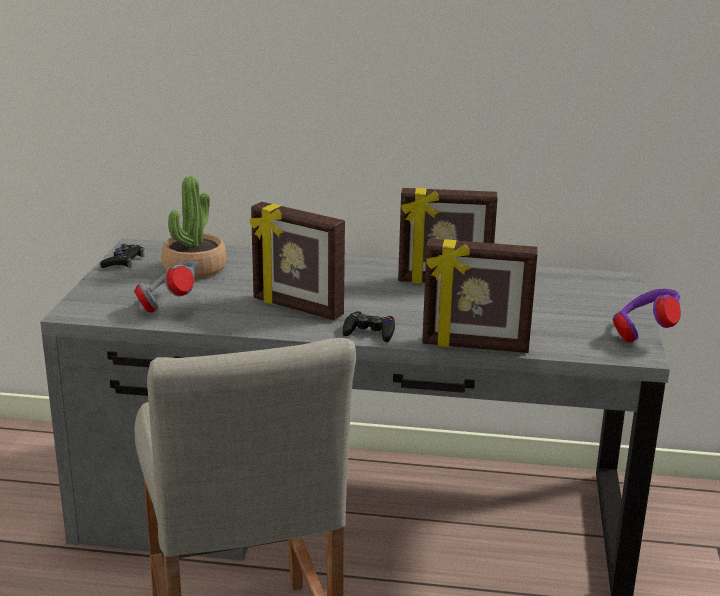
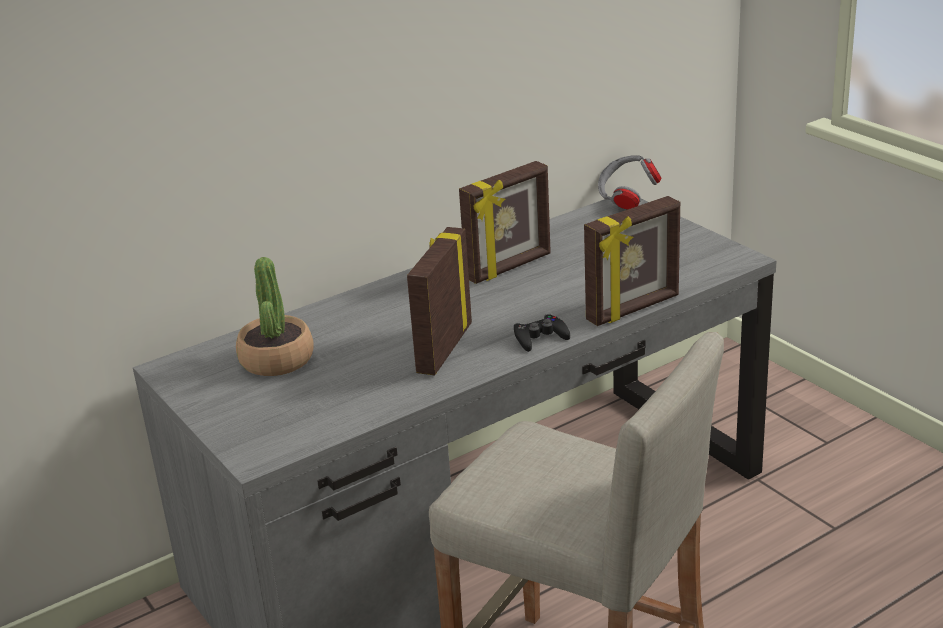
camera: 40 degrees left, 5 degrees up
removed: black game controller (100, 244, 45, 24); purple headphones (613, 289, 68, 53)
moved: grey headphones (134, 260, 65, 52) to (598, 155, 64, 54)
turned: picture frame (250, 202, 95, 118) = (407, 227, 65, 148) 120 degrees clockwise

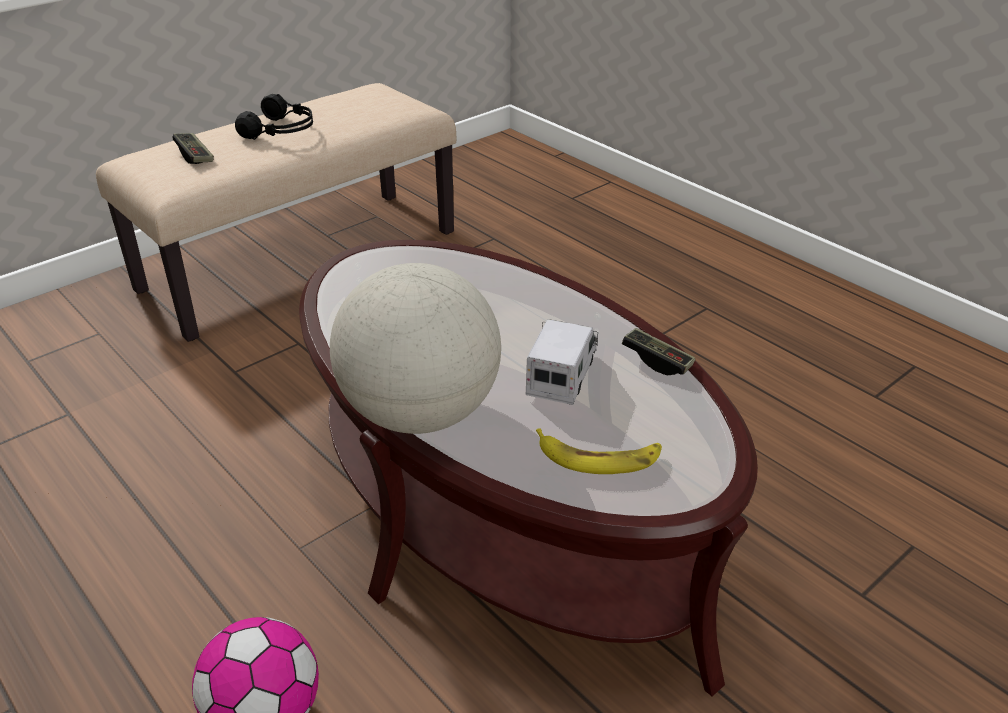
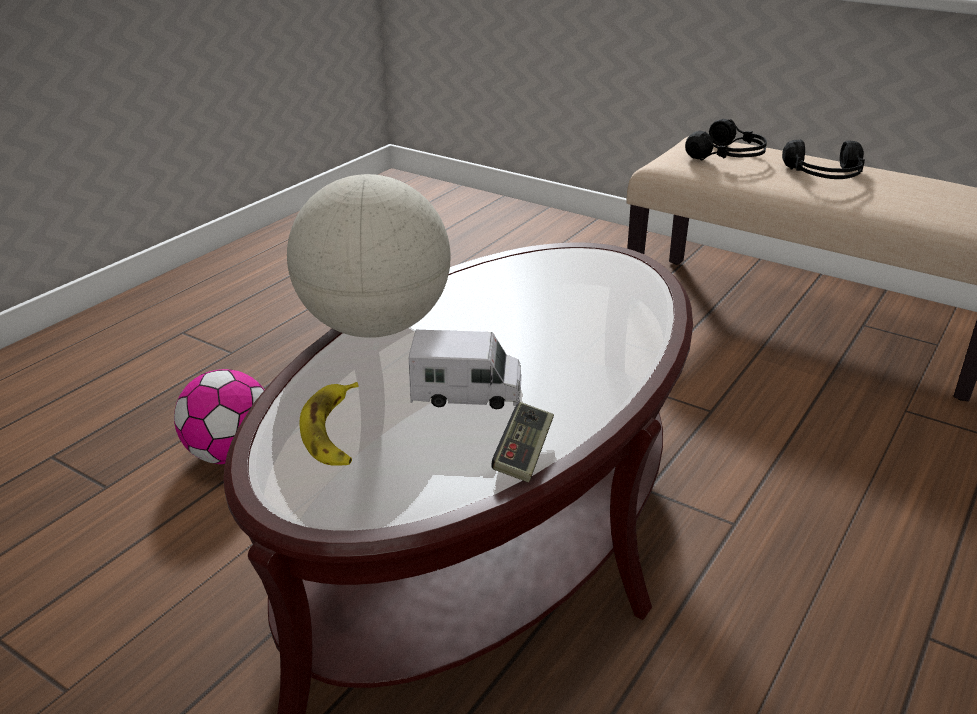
camera: 75 degrees right, 5 degrees down
replaced: game controller (173, 133, 41, 31) to black headphones (685, 119, 82, 42)

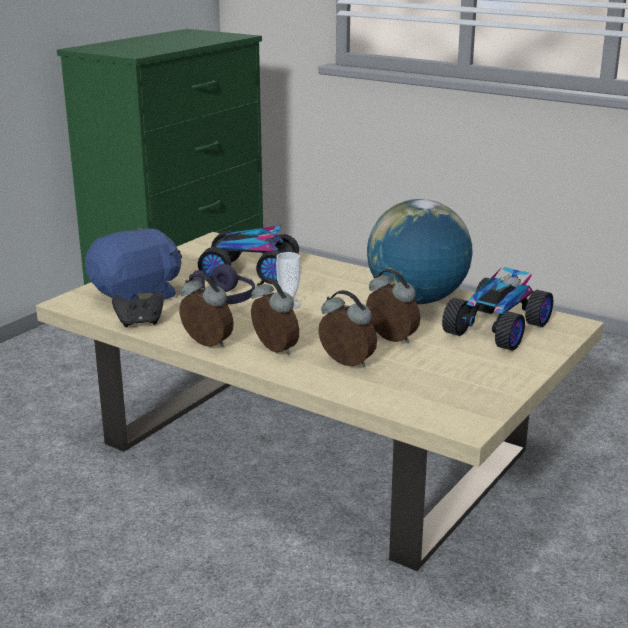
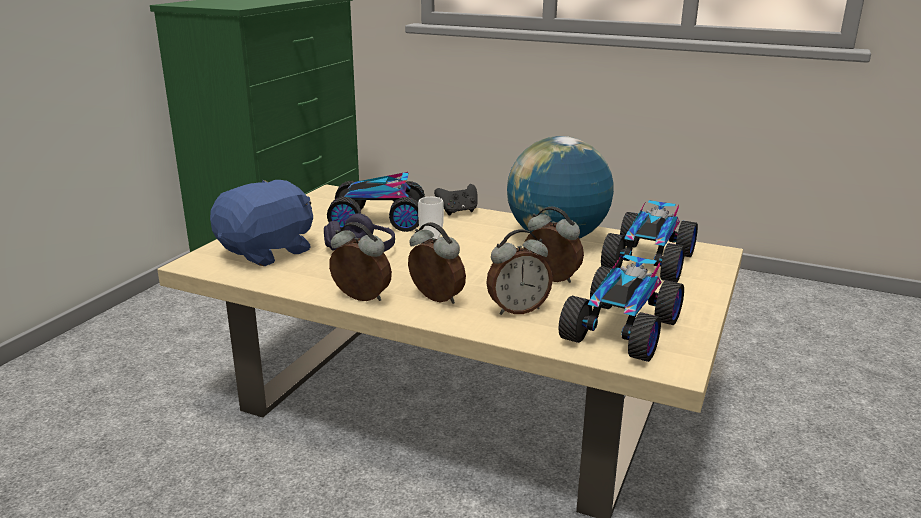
camera: 10 degrees left, 0 degrees up
added: toy car (559, 253, 125, 109)
moved: black game controller (112, 291, 52, 36) to (434, 184, 44, 31)
turned: alarm clock (318, 290, 59, 77) = (486, 229, 67, 86) 135 degrees clockwise

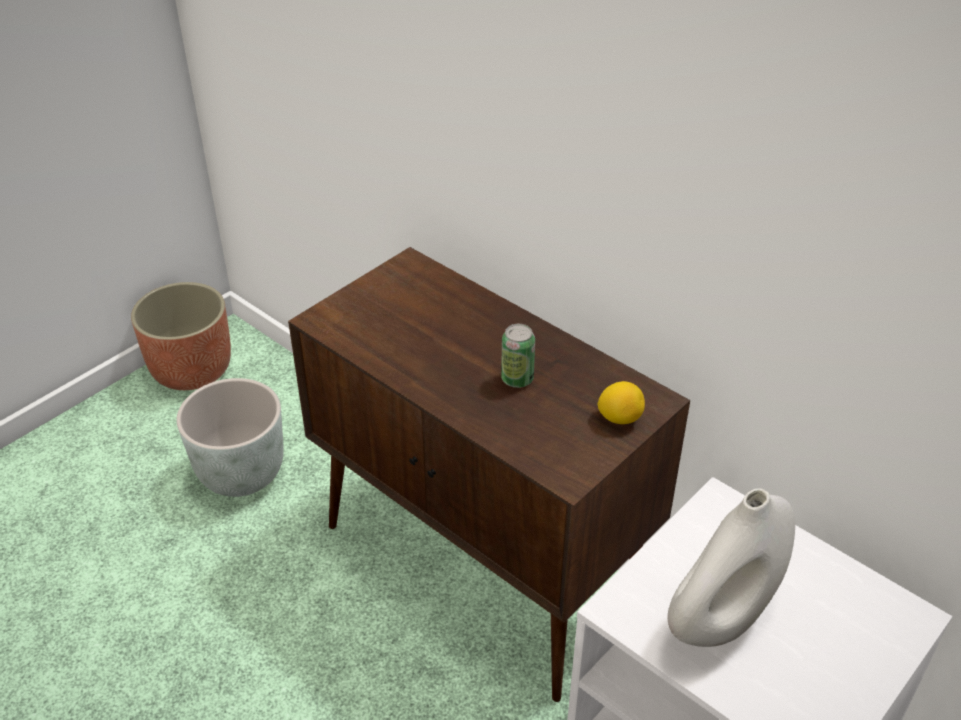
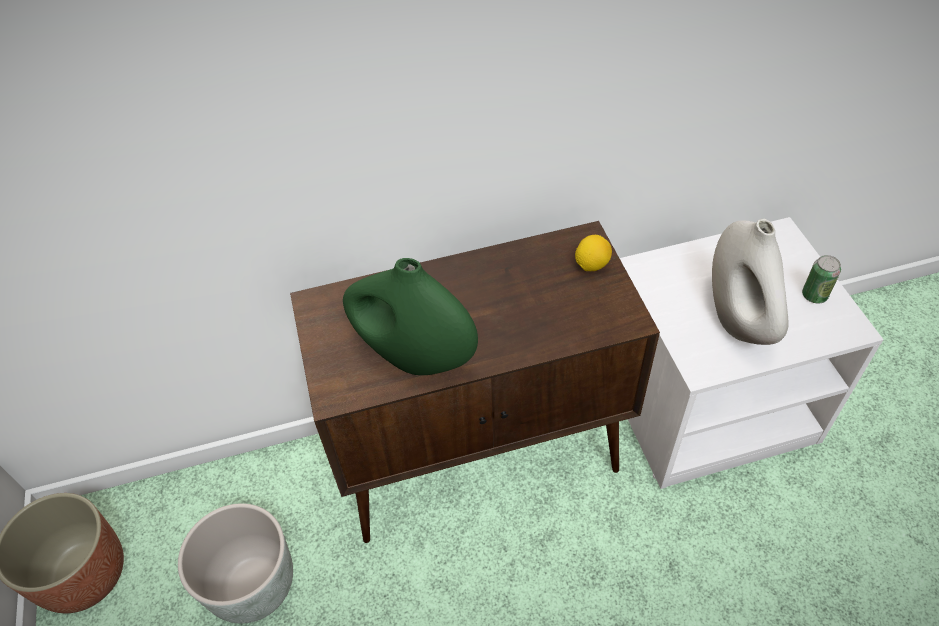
camera: 55 degrees left, 10 degrees up
added: green vase (343, 258, 135, 117)
moved: can (501, 324, 34, 64) to (802, 255, 39, 49)

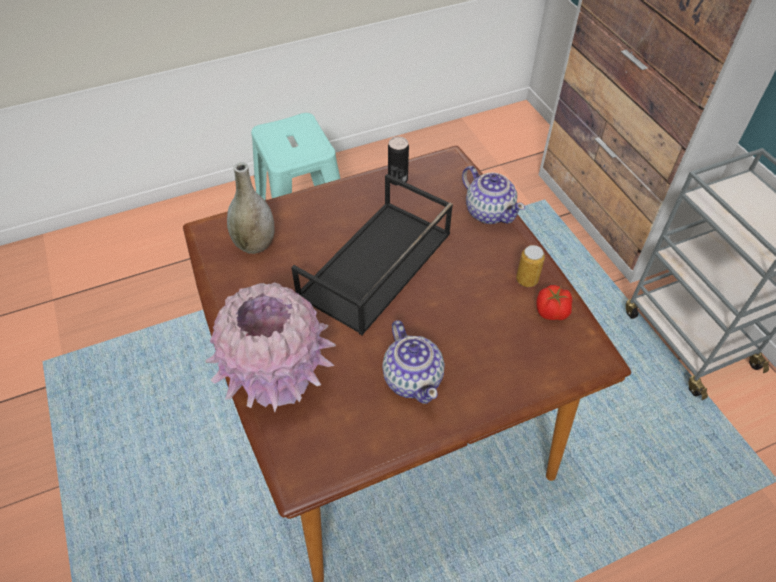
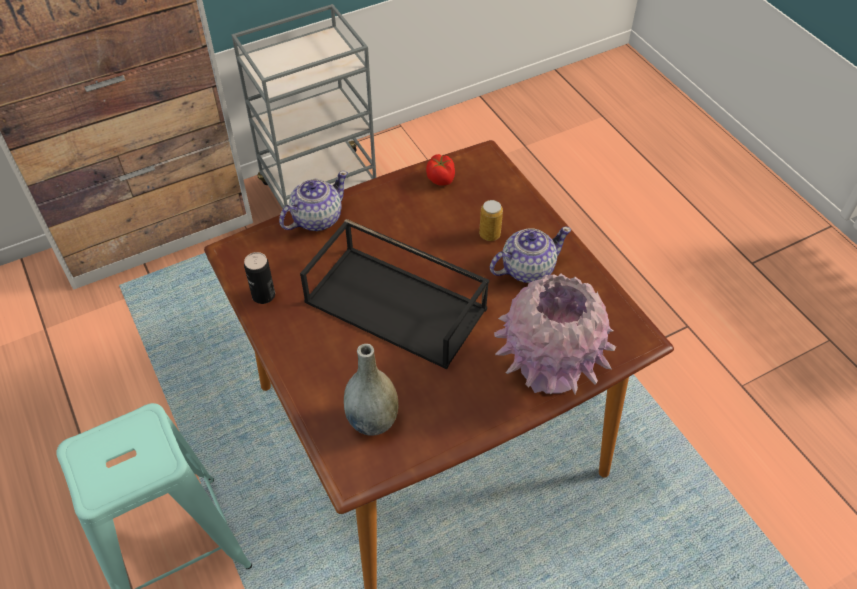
camera: 95 degrees left, 0 degrees up
moved: can (516, 245, 29, 42) to (479, 200, 24, 41)

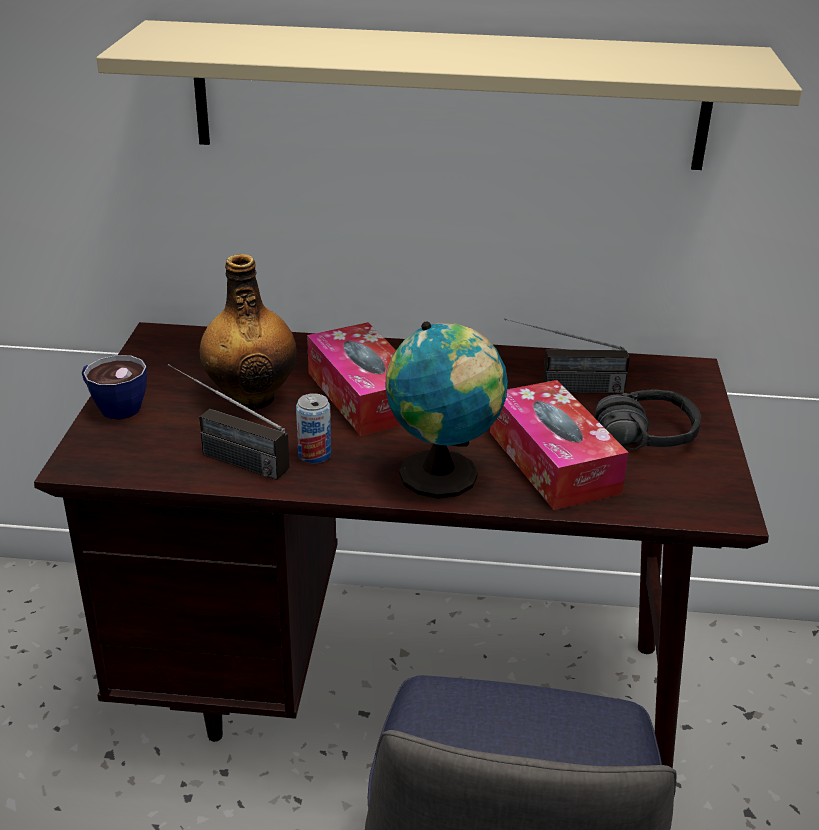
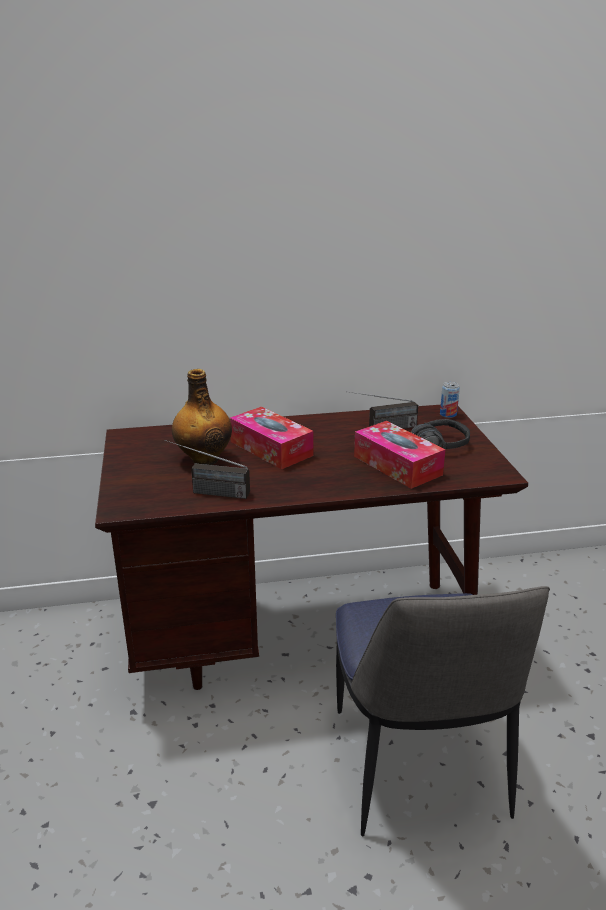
camera: 15 degrees left, 5 degrees down
removed: cup (82, 355, 65, 64); beige shelf (96, 20, 706, 150); globe (385, 321, 123, 178)
moved: can (296, 393, 35, 70) to (440, 382, 20, 36)

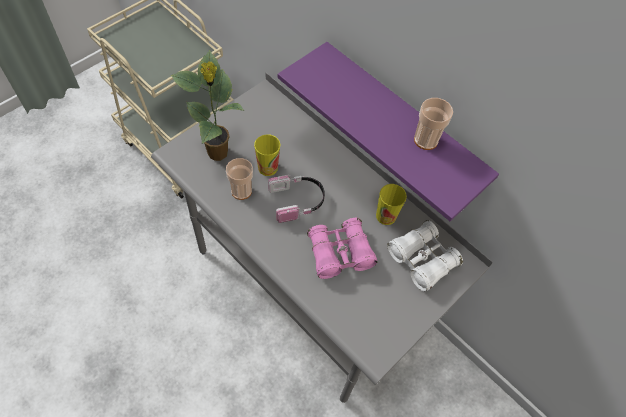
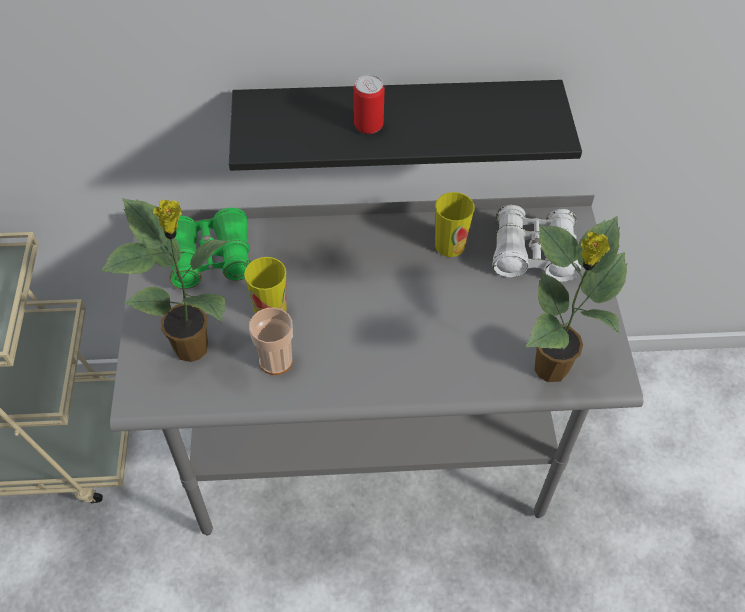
camera: 45 degrees left, 5 degrees down
removed: headphones (268, 175, 57, 48); pink binoculars (307, 218, 71, 61); cup (414, 98, 39, 52)
added: green binoculars (169, 208, 82, 81); can (354, 75, 30, 59); potted plant (525, 216, 102, 166)
recoloured: purple shelf (278, 42, 221, 179) to black shelf (229, 80, 353, 91)

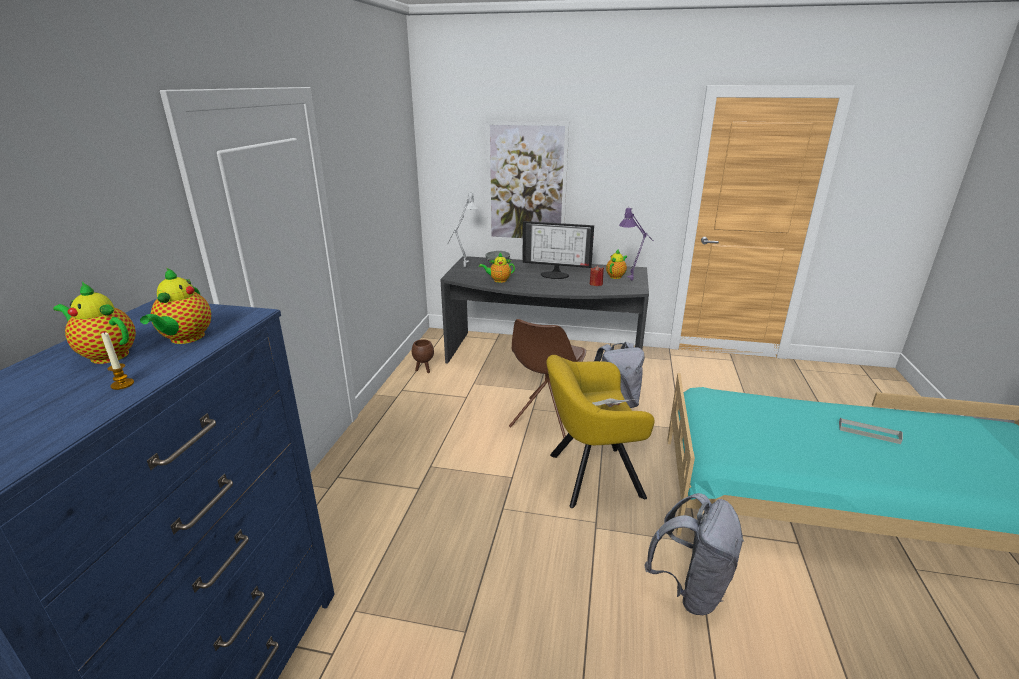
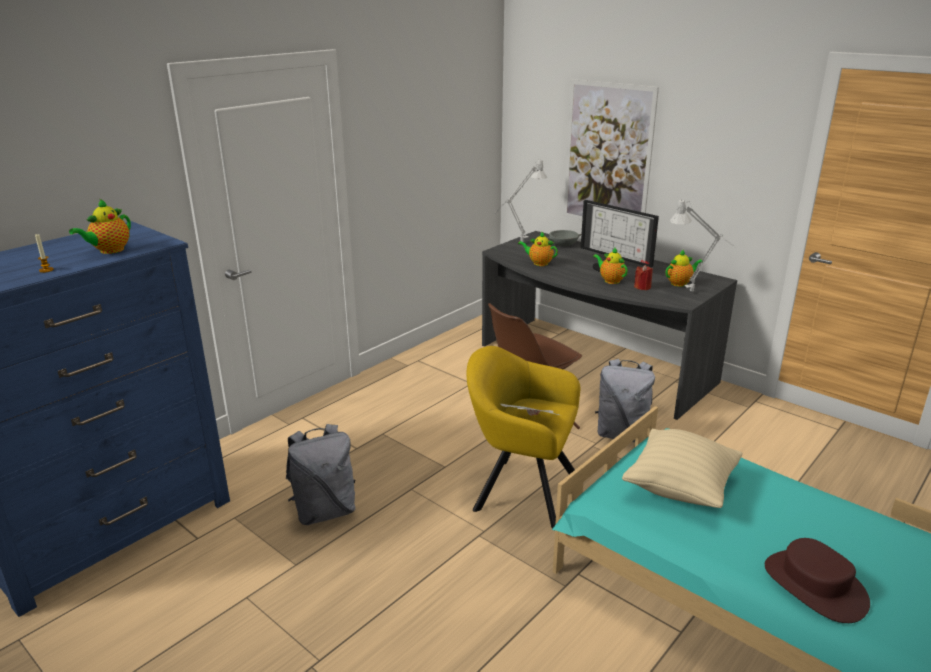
camera: 30 degrees right, 0 degrees up
removed: brown planter (412, 339, 22, 34); grey tray (839, 418, 64, 26)
added: beige pillow (622, 429, 121, 79); brown hat (765, 538, 105, 85)
moved: grey backpack (644, 493, 100, 122) to (286, 424, 70, 101); teapot (53, 282, 83, 82) to (593, 247, 35, 37)
recoloured: purple table lamp (619, 207, 35, 73) to grey table lamp (670, 200, 66, 91)

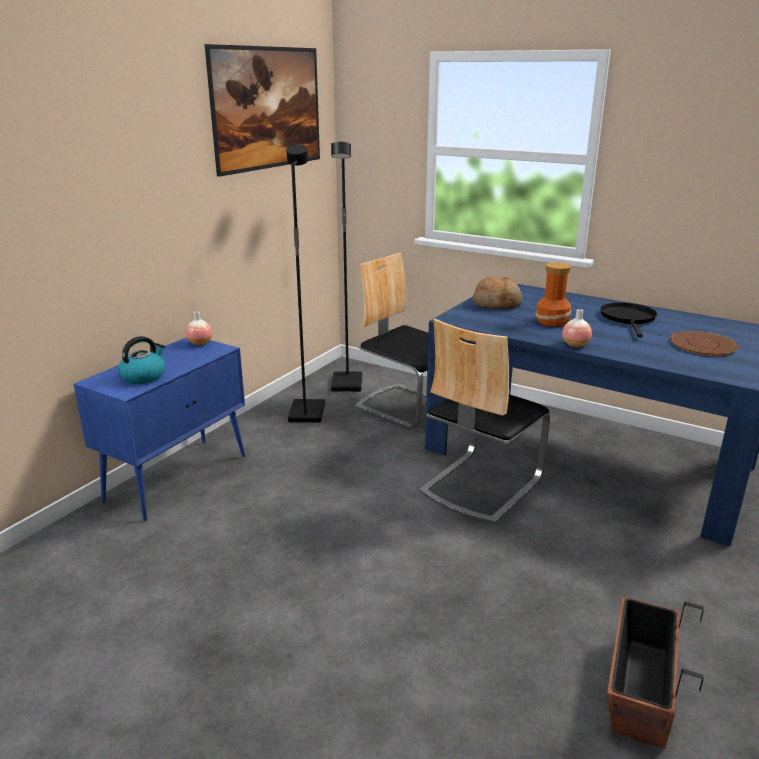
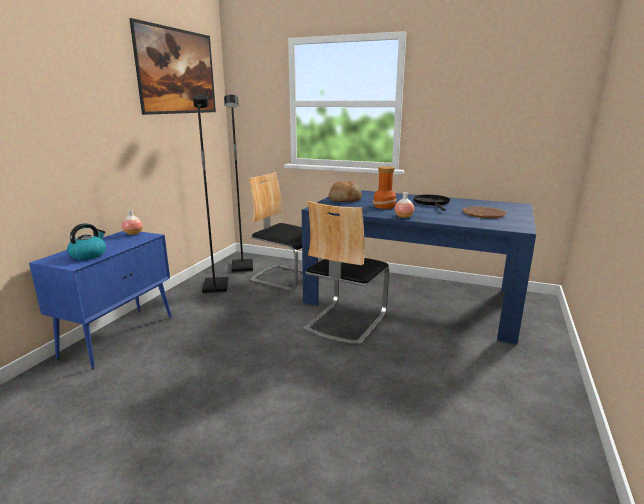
camera: 10 degrees left, 5 degrees down
removed: planter (607, 596, 97, 153)

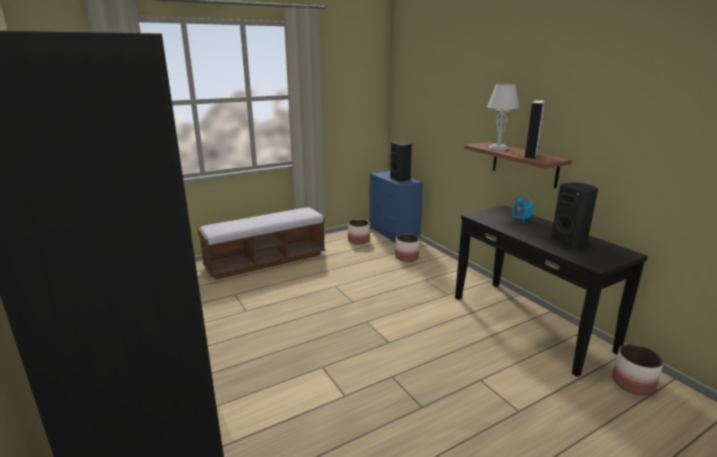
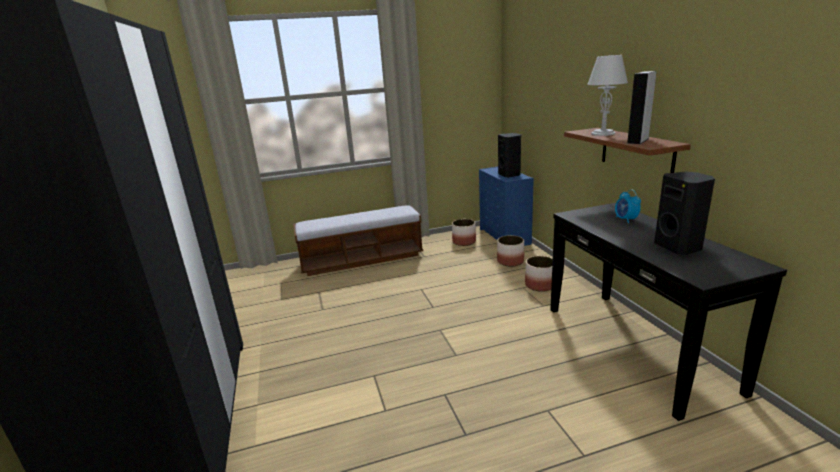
camera: 15 degrees right, 0 degrees up
moved: planter (612, 344, 51, 51) to (525, 256, 28, 36)

